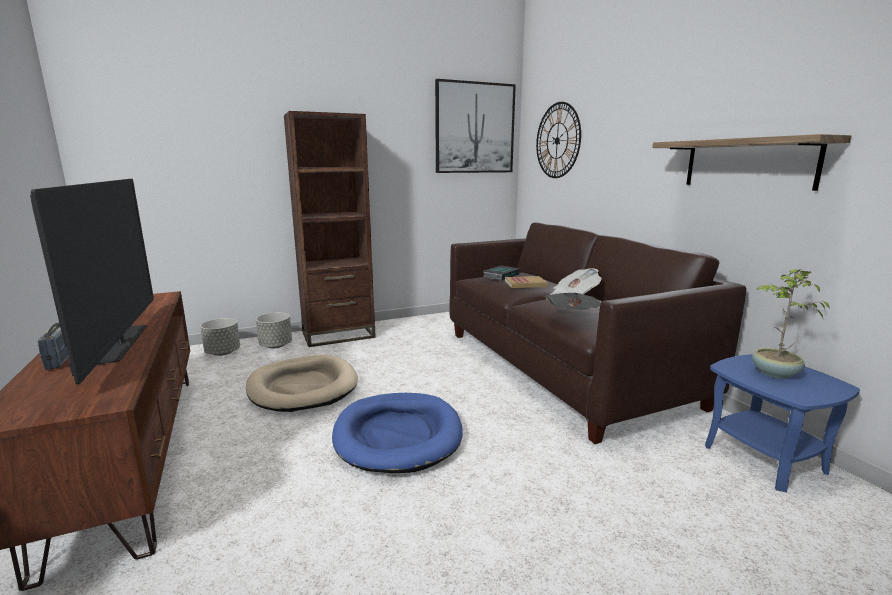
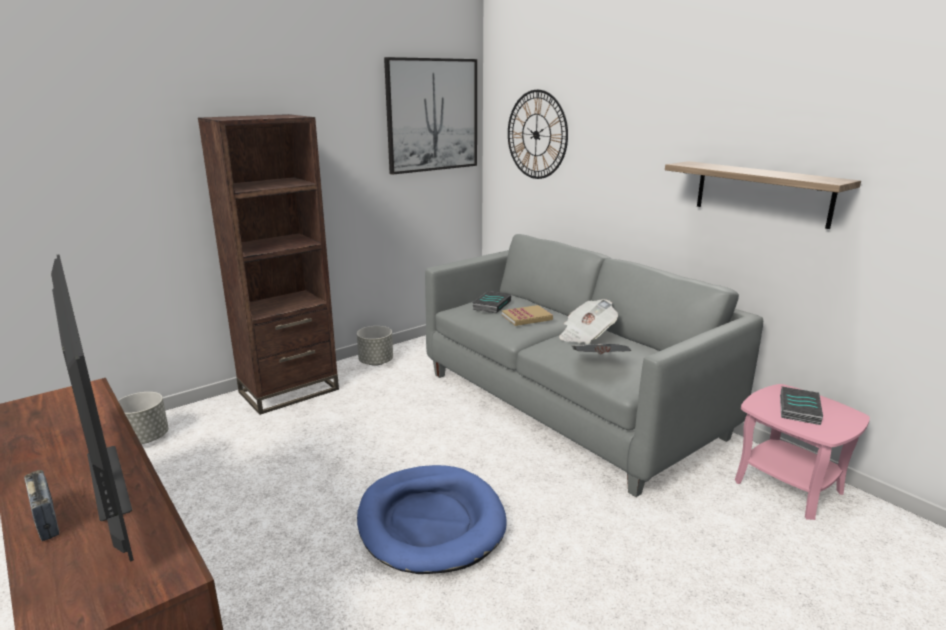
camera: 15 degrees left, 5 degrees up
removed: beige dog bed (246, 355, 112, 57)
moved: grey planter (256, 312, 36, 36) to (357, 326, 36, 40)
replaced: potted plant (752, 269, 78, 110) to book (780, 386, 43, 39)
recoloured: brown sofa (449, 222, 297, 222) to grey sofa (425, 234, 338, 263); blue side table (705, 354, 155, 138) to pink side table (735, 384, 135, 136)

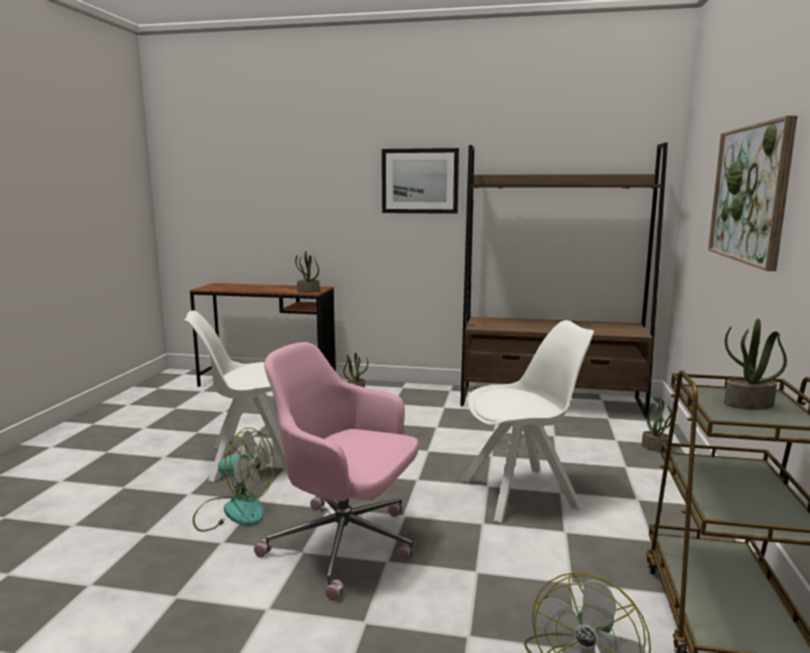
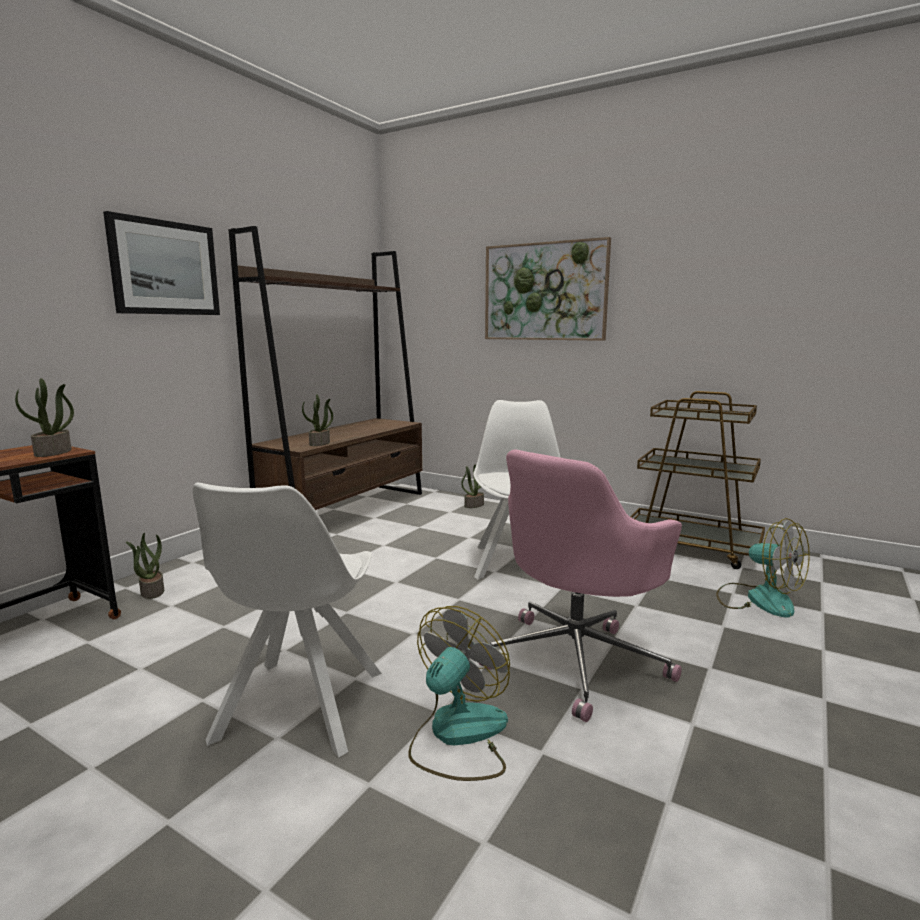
camera: 70 degrees left, 0 degrees up
moved: potted plant (724, 319, 63, 91) to (302, 394, 31, 52)

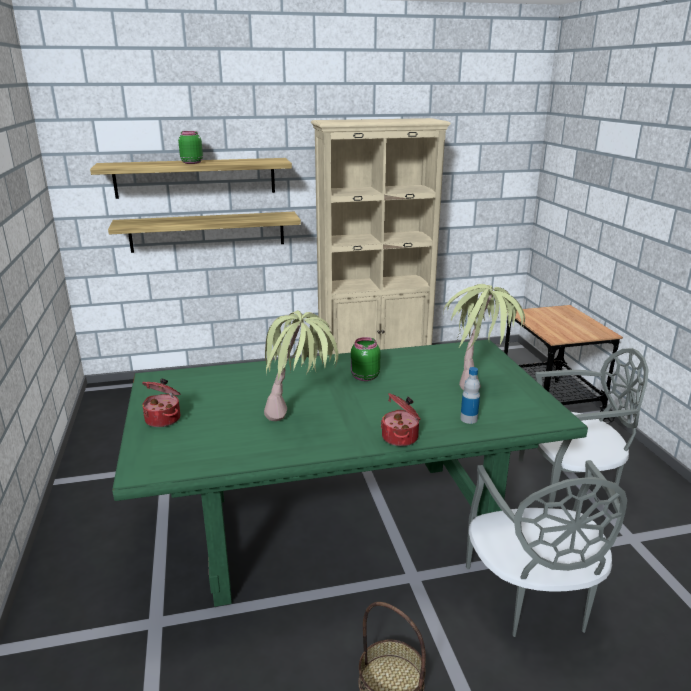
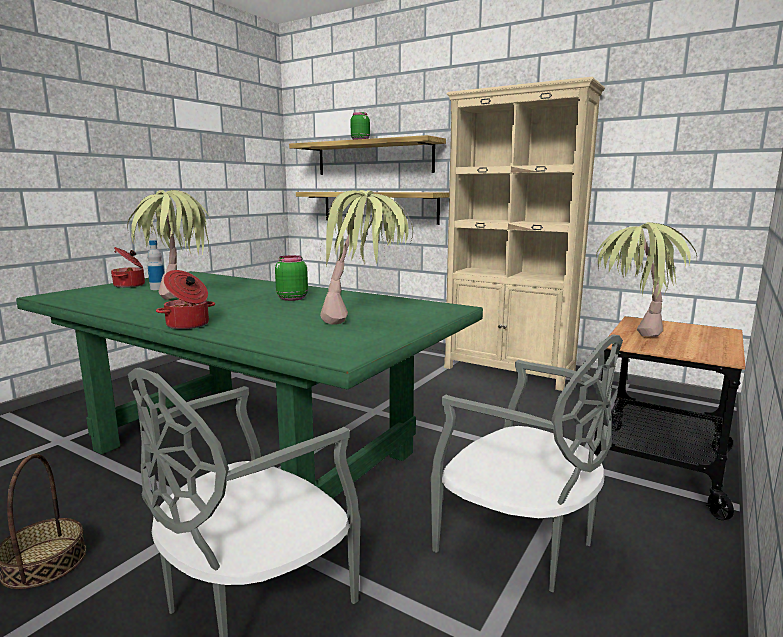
camera: 45 degrees right, 10 degrees down
added: potted plant (596, 222, 101, 115)
moved: bottle (460, 367, 20, 57) to (147, 240, 17, 50)

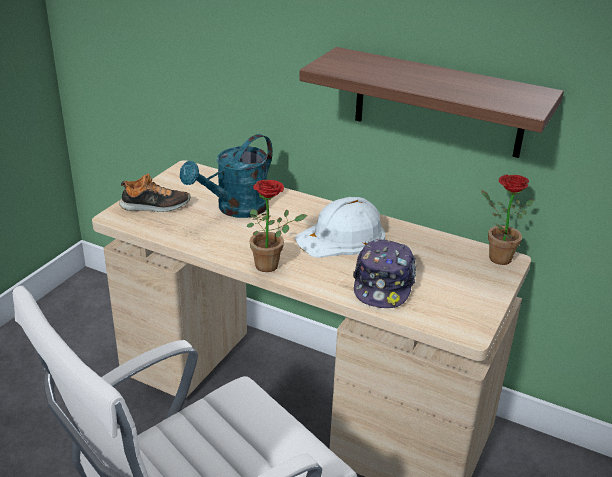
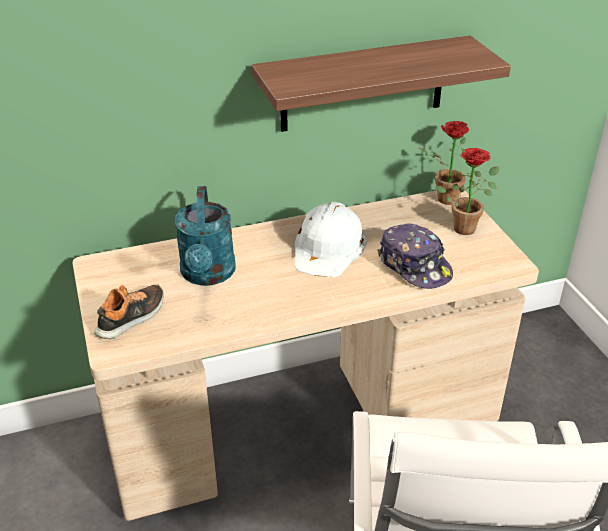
camera: 45 degrees left, 5 degrees up
moved: potted plant (247, 180, 60, 92) to (436, 148, 63, 87)

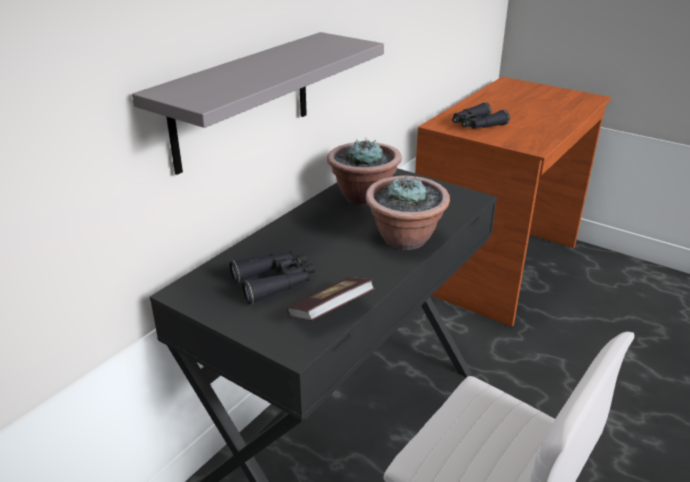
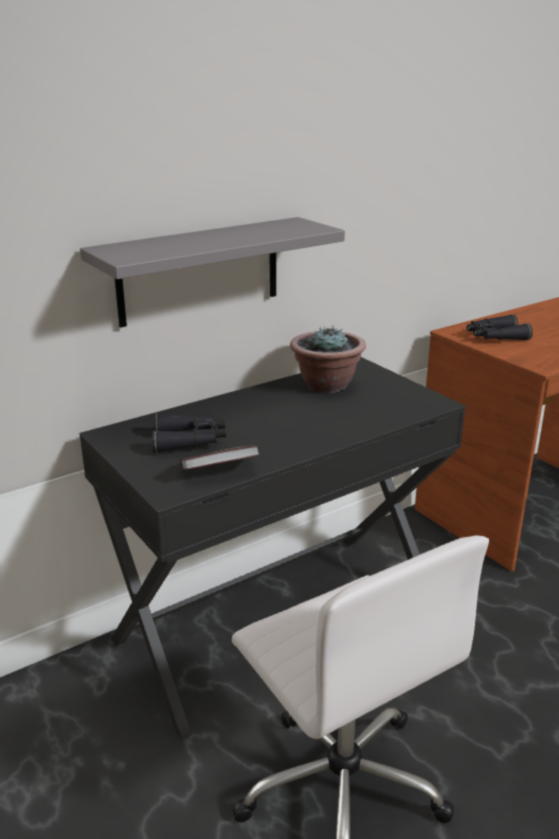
camera: 20 degrees right, 5 degrees down
removed: potted plant (366, 176, 84, 74)

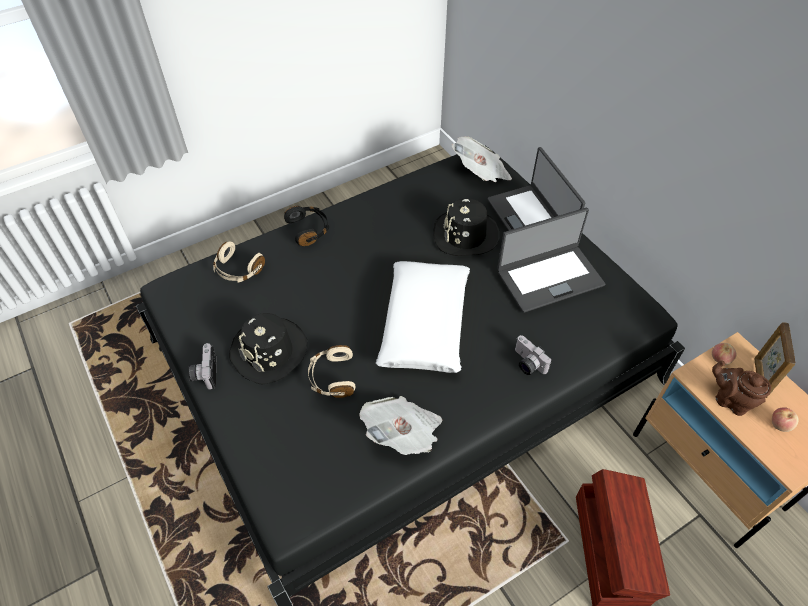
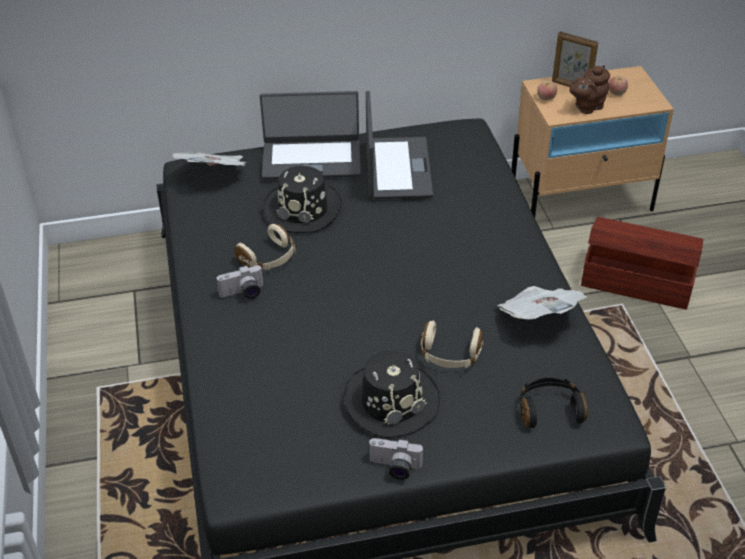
camera: 70 degrees left, 10 degrees down
removed: white pillow (376, 261, 94, 112)
moved: photo camera (515, 335, 37, 40) to (217, 265, 46, 34); beige headphones (213, 241, 52, 42) to (234, 224, 62, 46); black headphones (284, 206, 45, 40) to (520, 378, 68, 50)

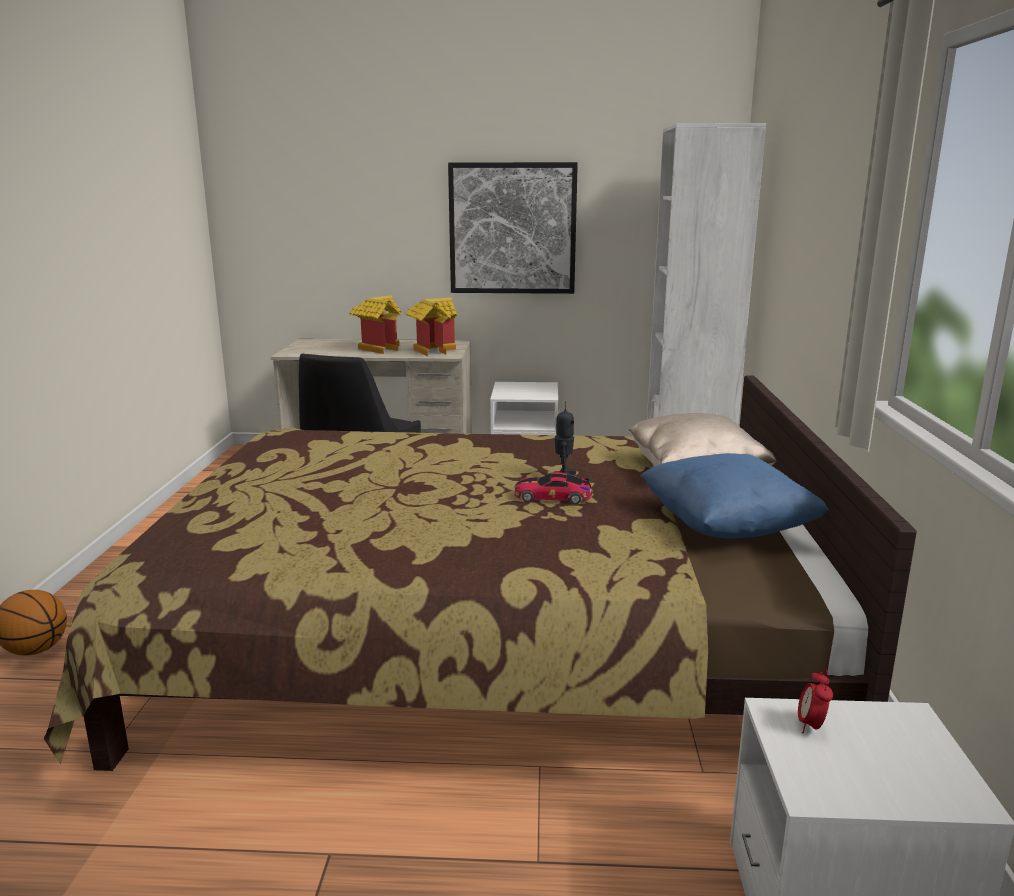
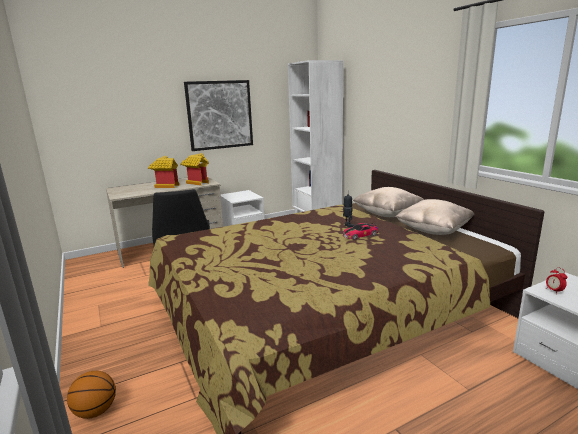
camera: 30 degrees left, 0 degrees up
recoloured: blue pillow (641, 453, 188, 85) to beige pillow (395, 199, 79, 36)

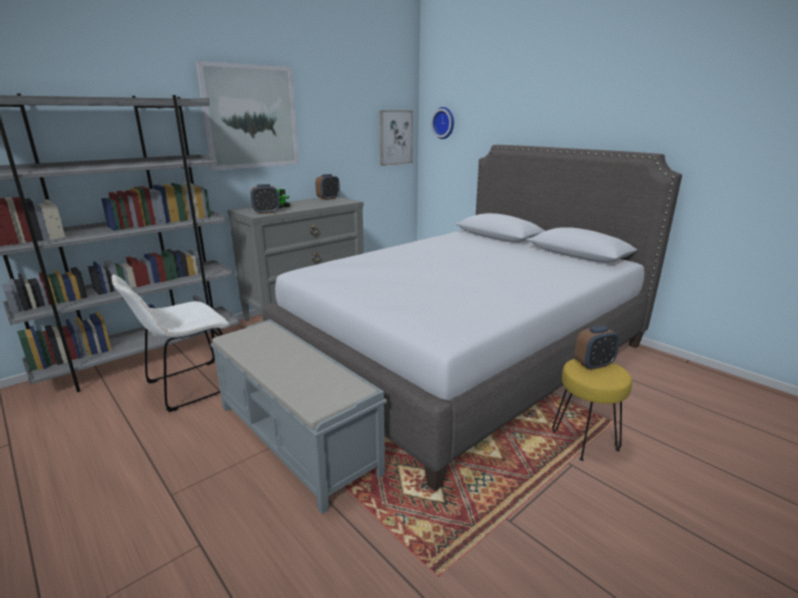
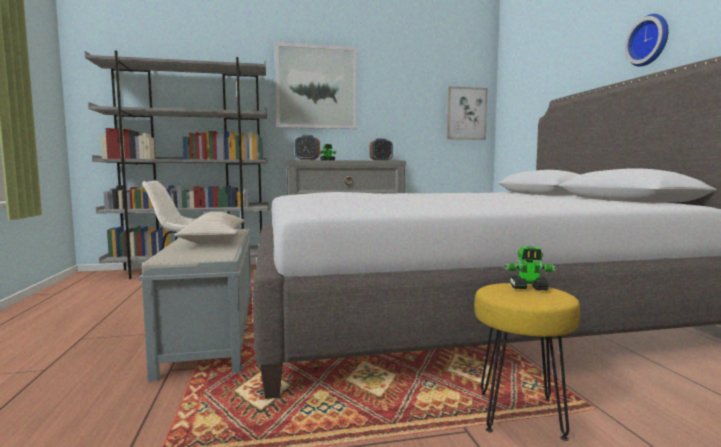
camera: 30 degrees right, 15 degrees down
added: beige pillow (174, 212, 70, 32)
moved: wall clock (431, 107, 23, 32) to (625, 14, 43, 53)
replaced: alarm clock (574, 326, 46, 44) to toy robot (503, 247, 55, 44)

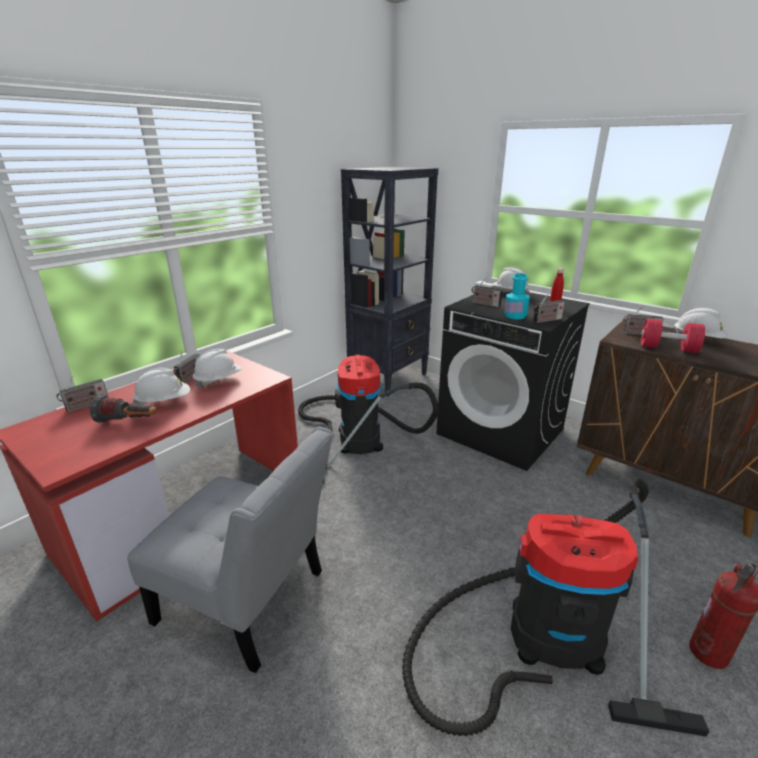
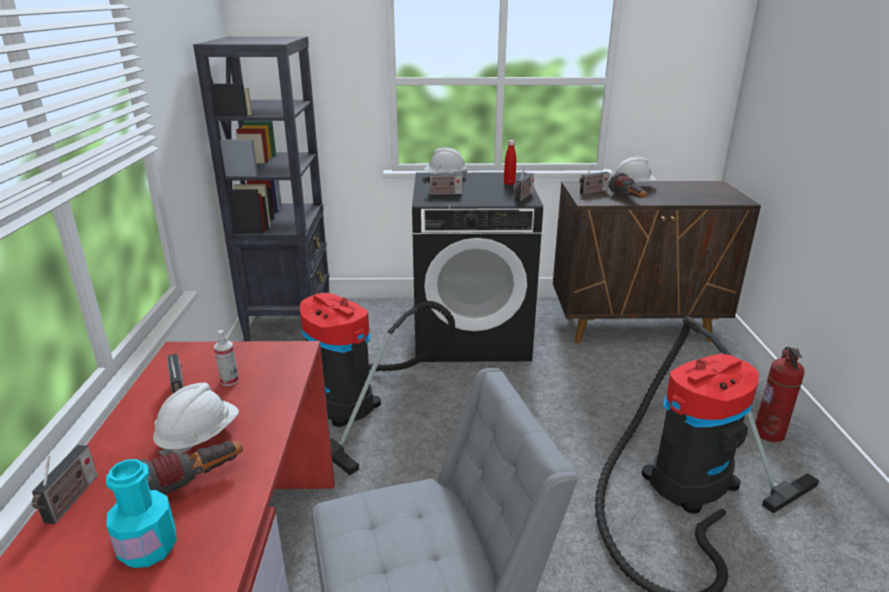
camera: 40 degrees left, 0 degrees up
moved: turquoise bottle (504, 273, 26, 46) to (106, 459, 71, 109)
replaced: white hard hat (193, 349, 49, 39) to spray bottle (214, 330, 25, 56); red dumbbell (641, 318, 64, 35) to flashlight (609, 172, 38, 26)

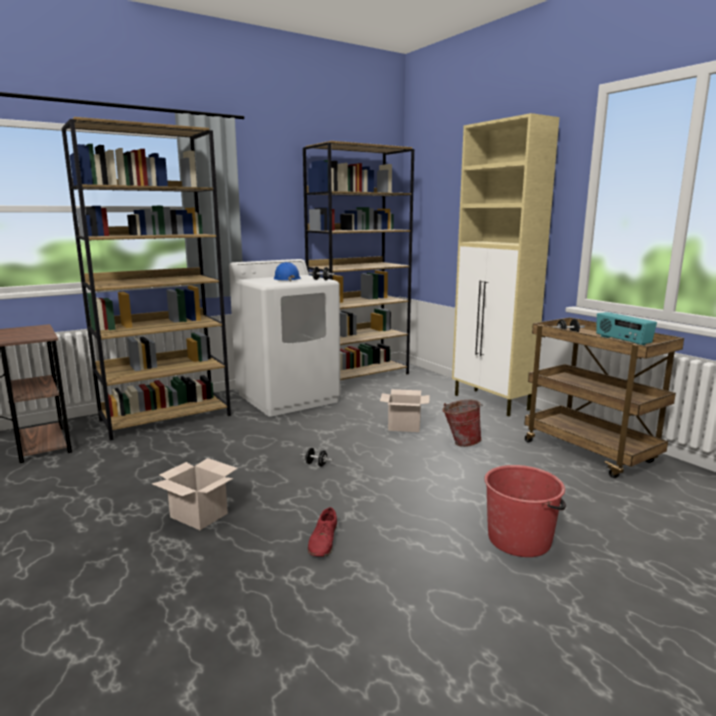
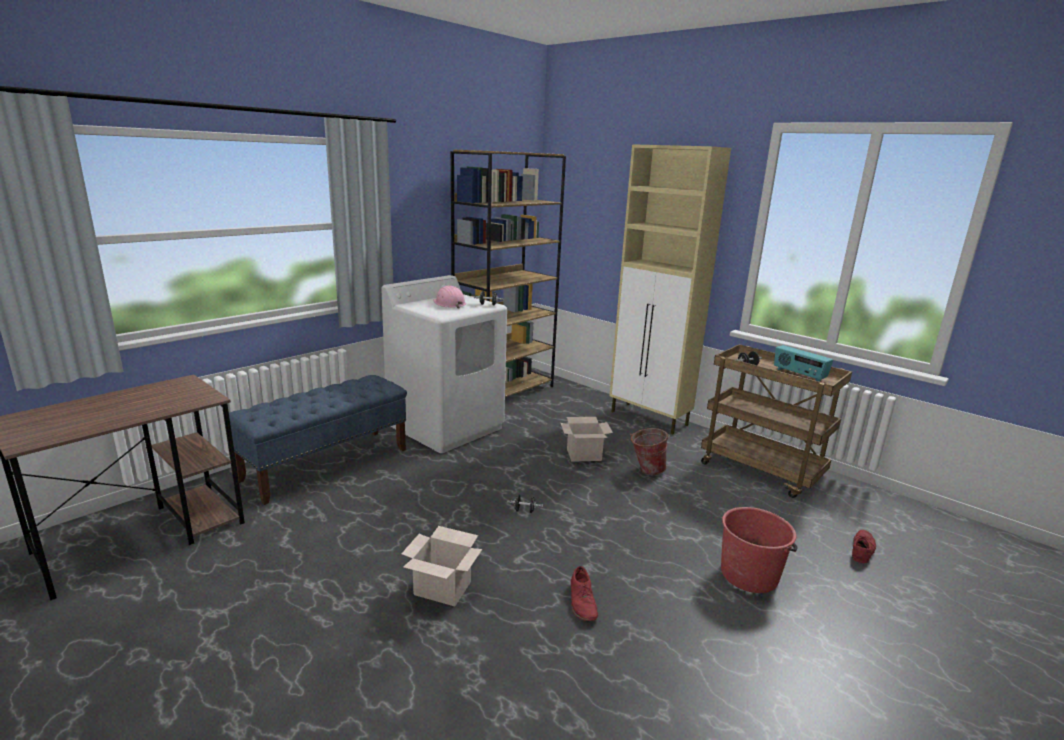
camera: 15 degrees left, 5 degrees up
added: red shoe (852, 530, 24, 33)
replaced: brown bookcase (61, 117, 170, 323) to blue bench (229, 375, 178, 130)
recoloured: blue hard hat (274, 262, 27, 19) to pink hard hat (433, 286, 33, 23)

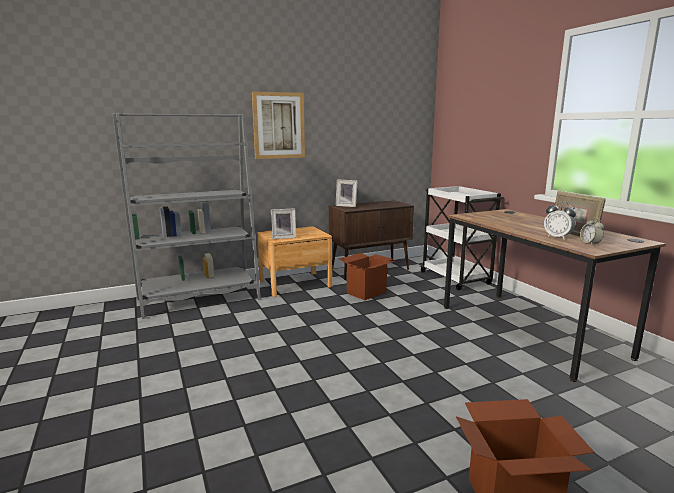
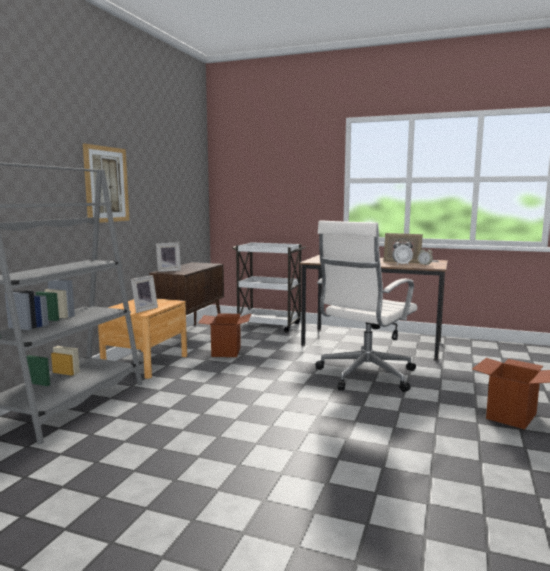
camera: 45 degrees left, 5 degrees down
added: white office chair (315, 221, 102, 171)

